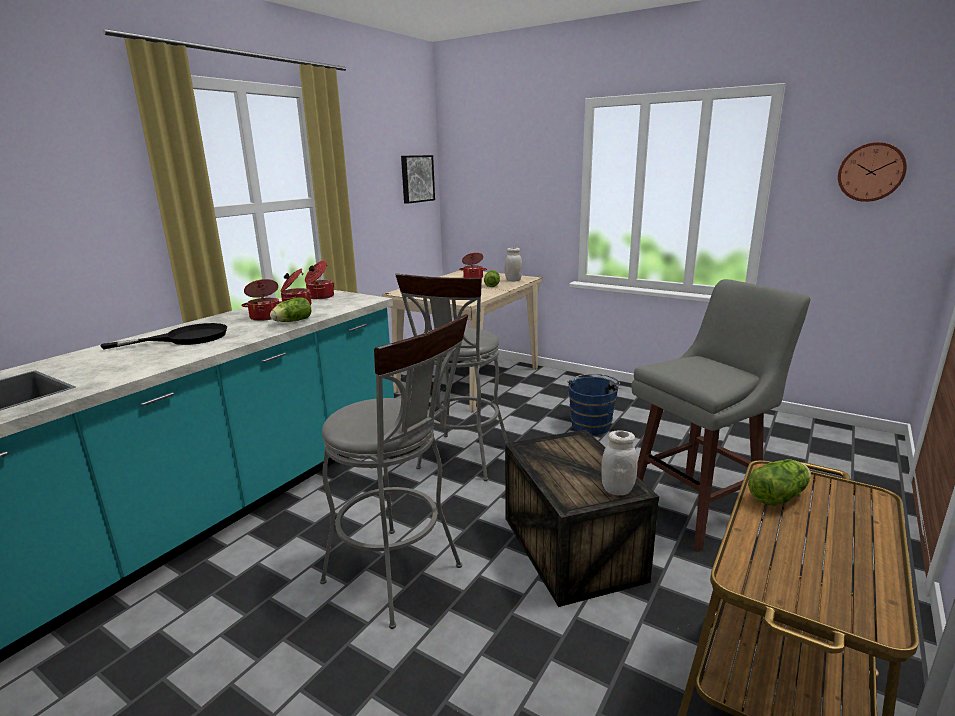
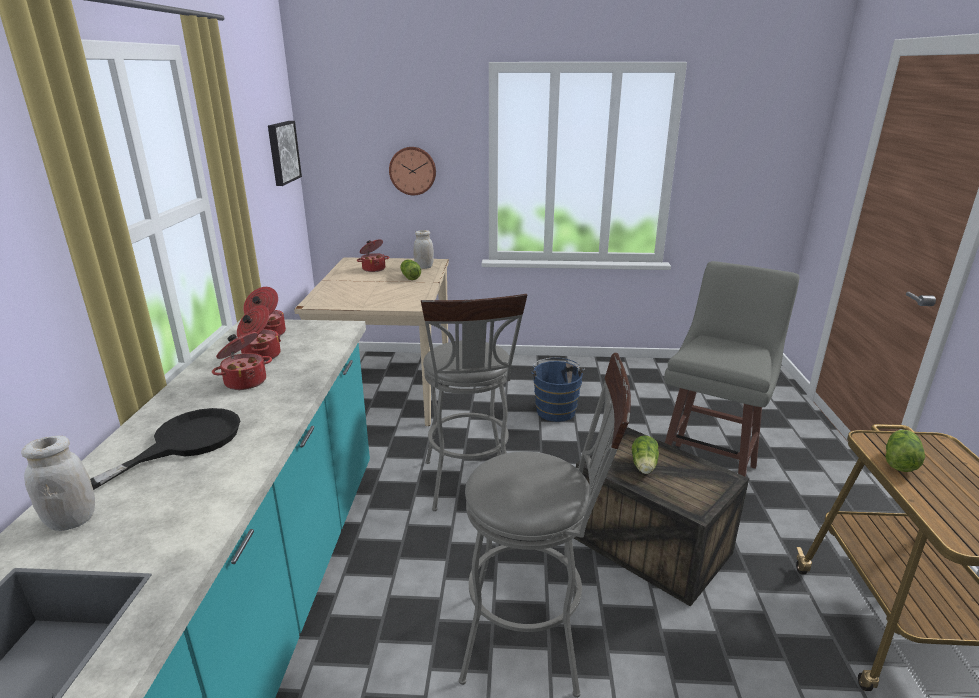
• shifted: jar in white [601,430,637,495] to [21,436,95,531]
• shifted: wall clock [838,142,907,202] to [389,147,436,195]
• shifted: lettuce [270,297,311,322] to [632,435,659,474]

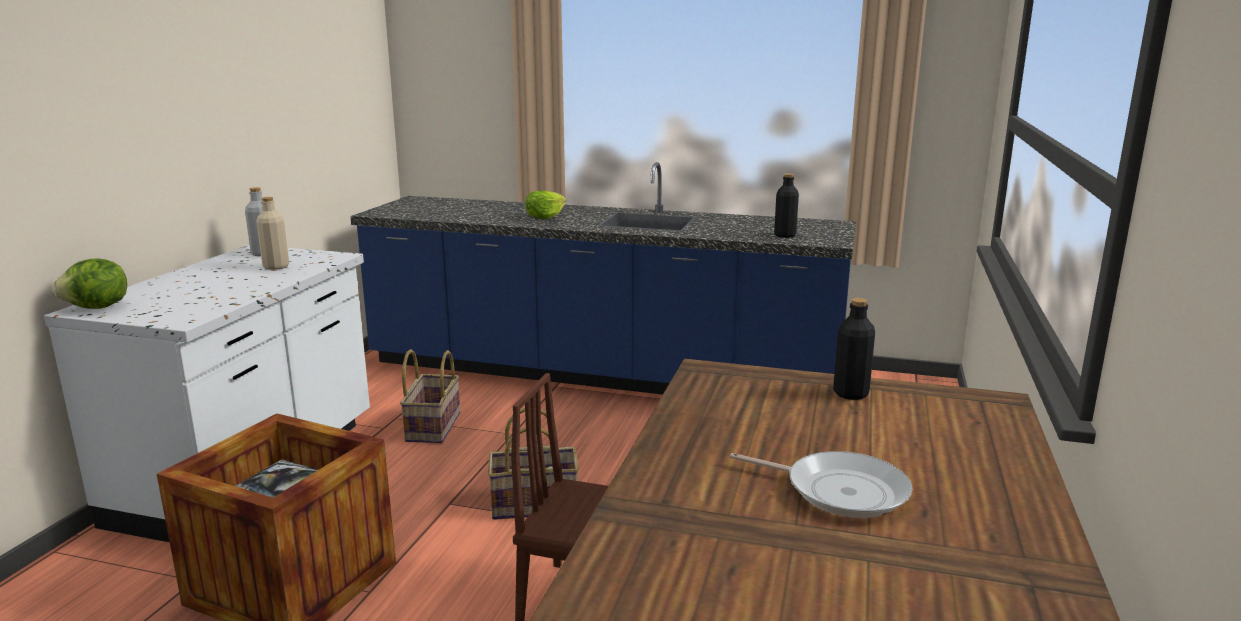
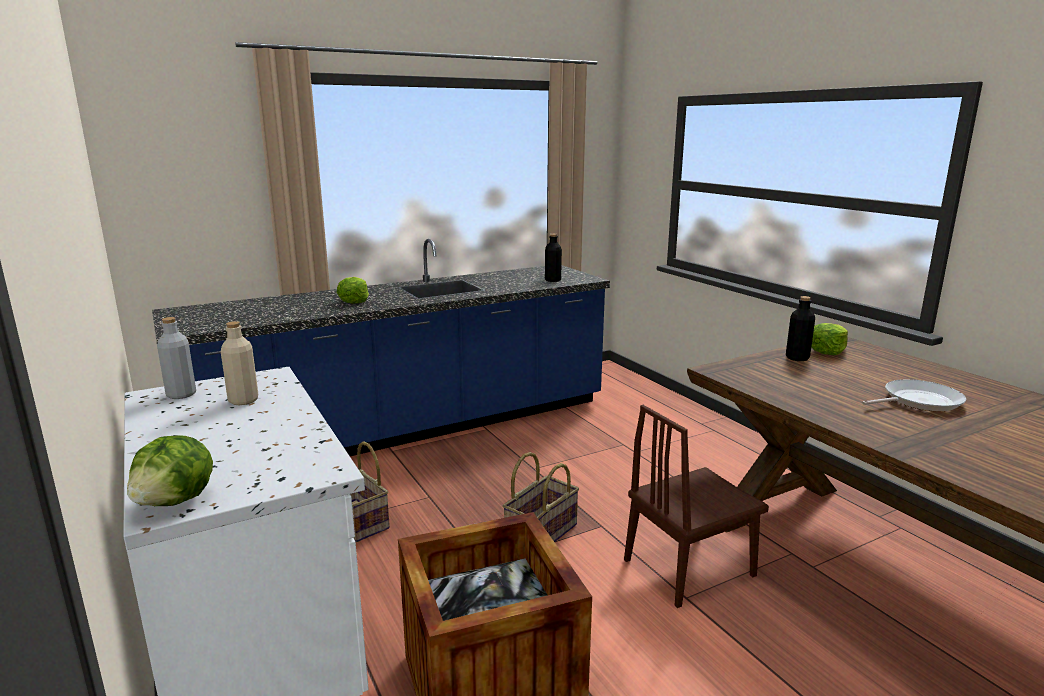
• new: lettuce [811,323,848,355]

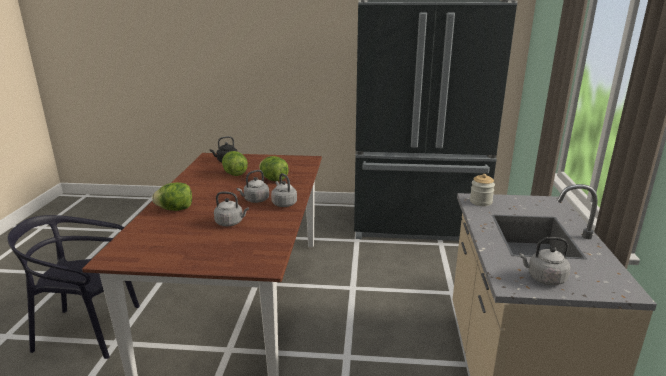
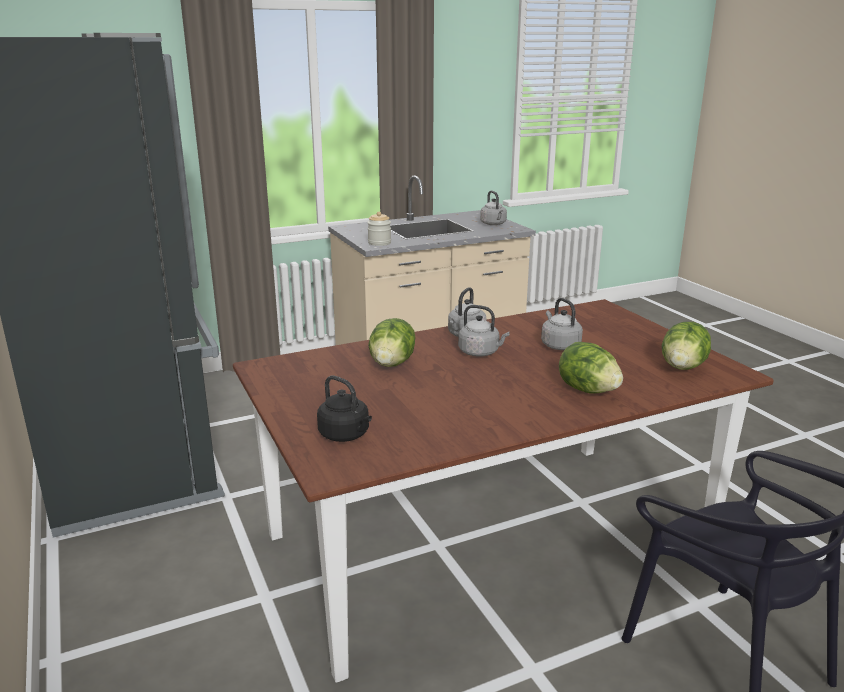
• shifted: lettuce [222,151,248,176] to [662,322,711,370]

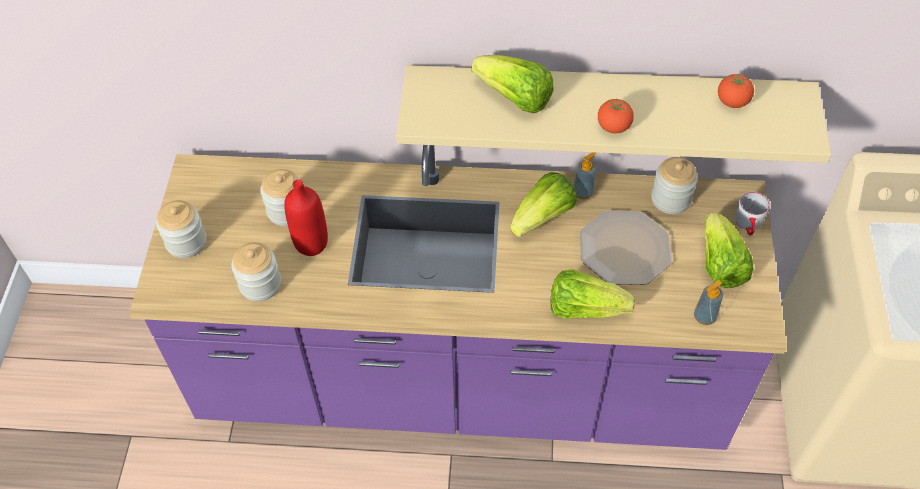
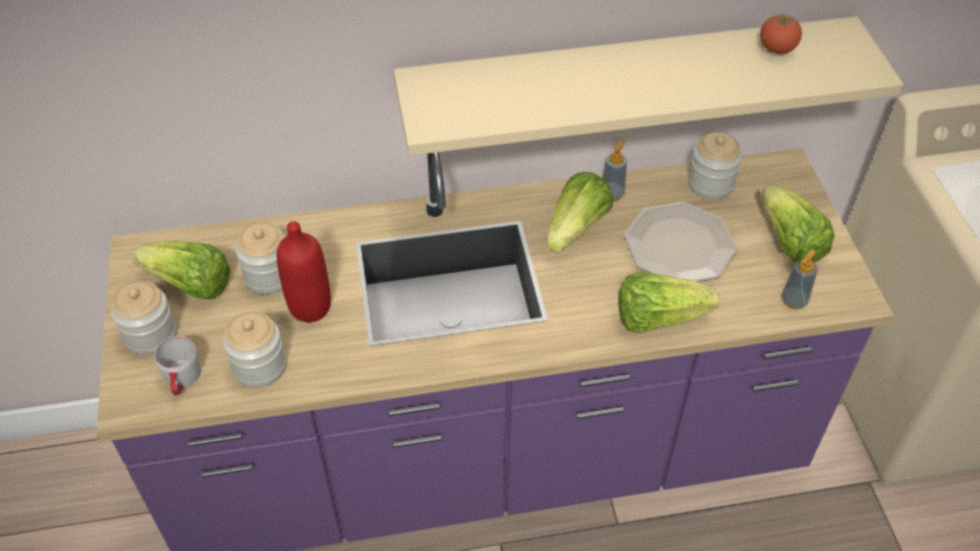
• shifted: lettuce [471,55,554,113] to [132,241,231,299]
• shifted: mug in grey [735,192,770,236] to [154,337,200,396]
• gone: tomato [598,99,634,133]

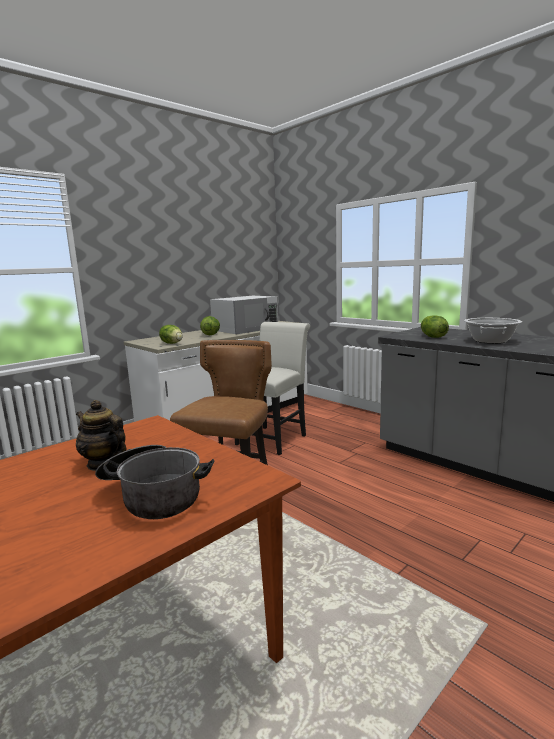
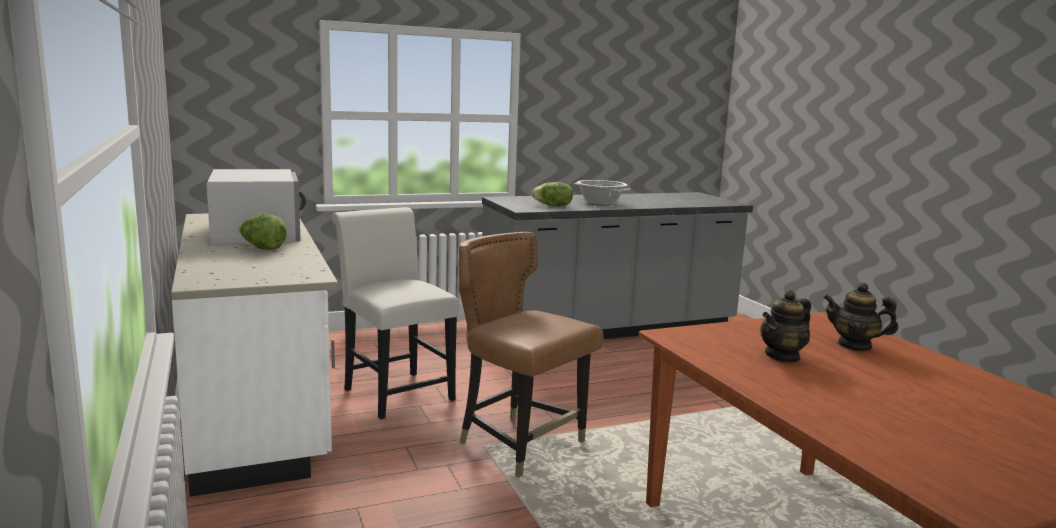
• swapped: cooking pot [95,445,215,519] to teapot [823,283,898,351]
• gone: lettuce [159,325,183,344]

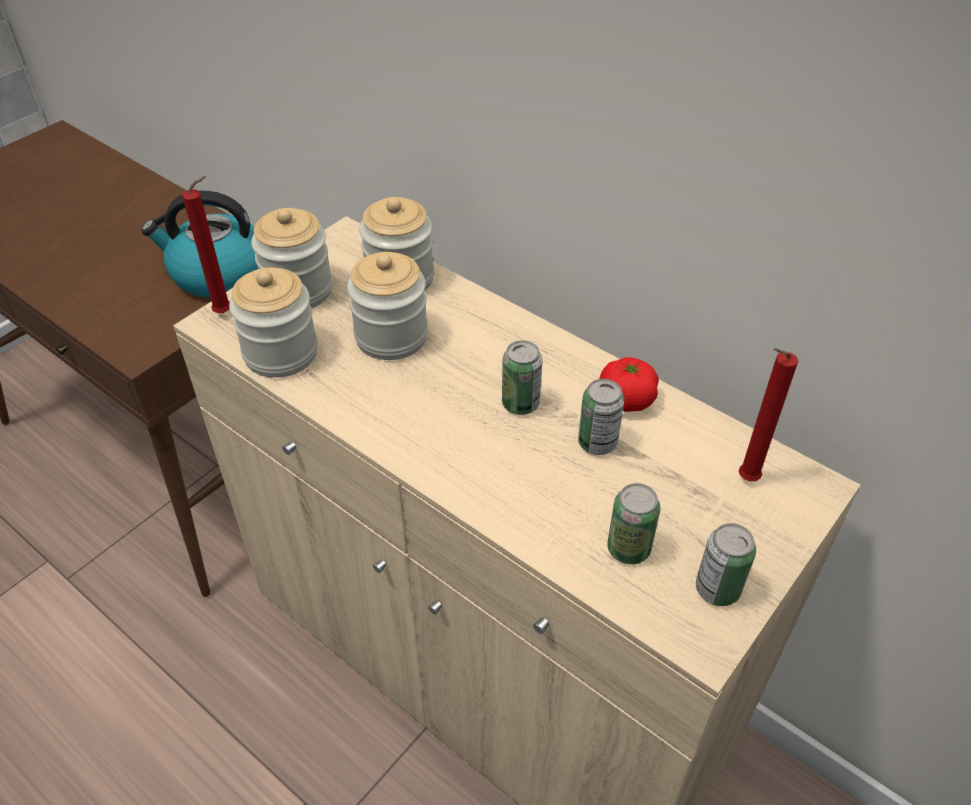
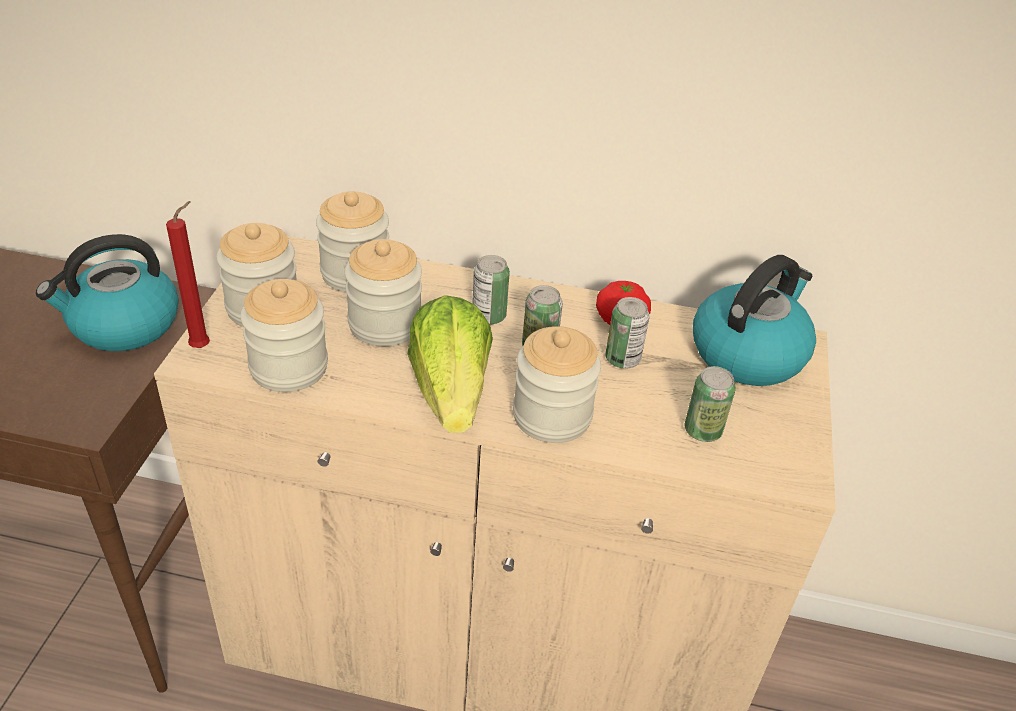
• new: lettuce [407,295,493,433]
• shifted: can [696,523,756,606] to [472,255,510,325]
• new: jar [513,326,601,443]
• swapped: candle in red [738,348,798,481] to kettle [693,255,816,386]

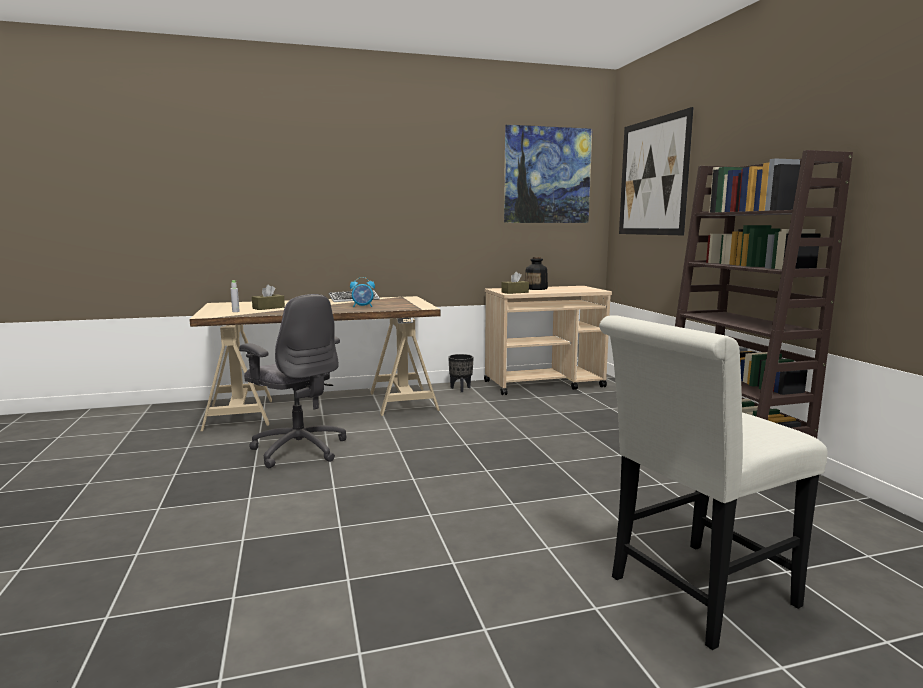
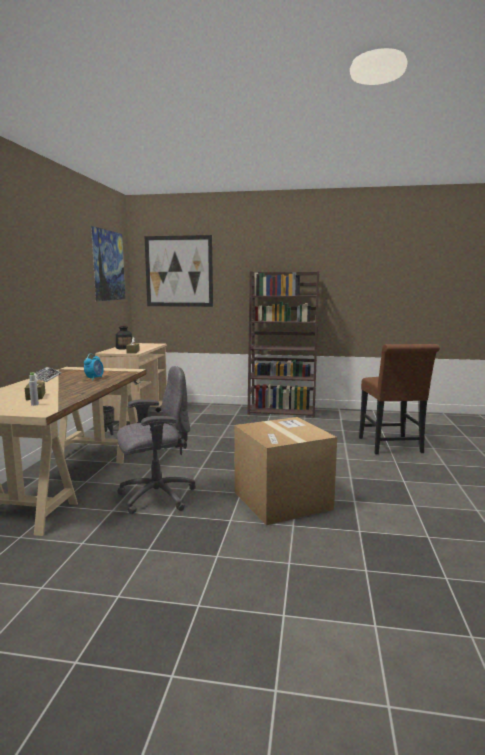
• new: cardboard box [234,417,337,525]
• repainted: chair in white [599,315,828,650] to chair in brown [359,344,440,454]

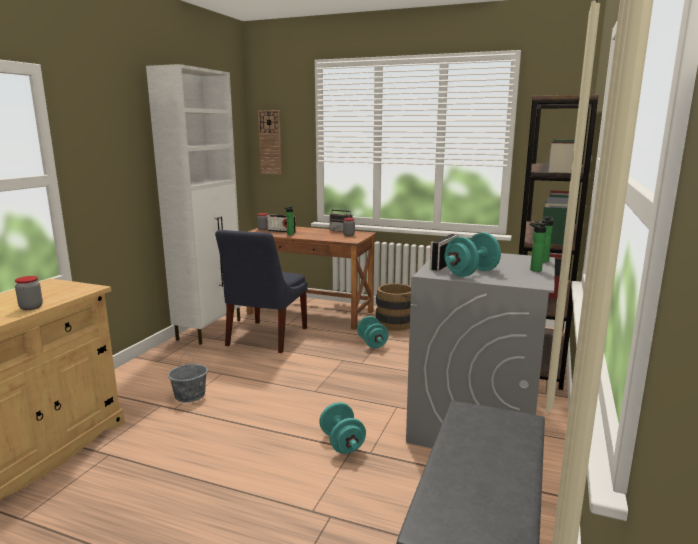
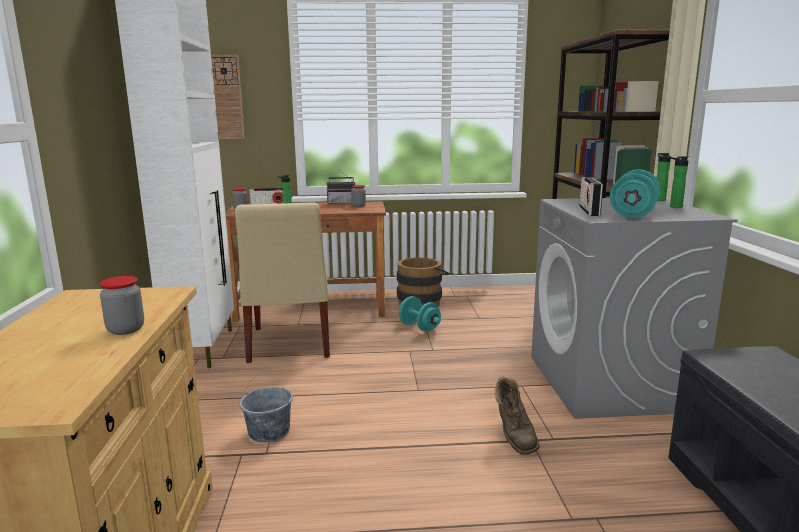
• repainted: chair in blue [215,230,308,353] to chair in beige [235,202,330,363]
• swapped: dumbbell in turquoise [319,402,366,454] to boot in brown [495,376,540,455]

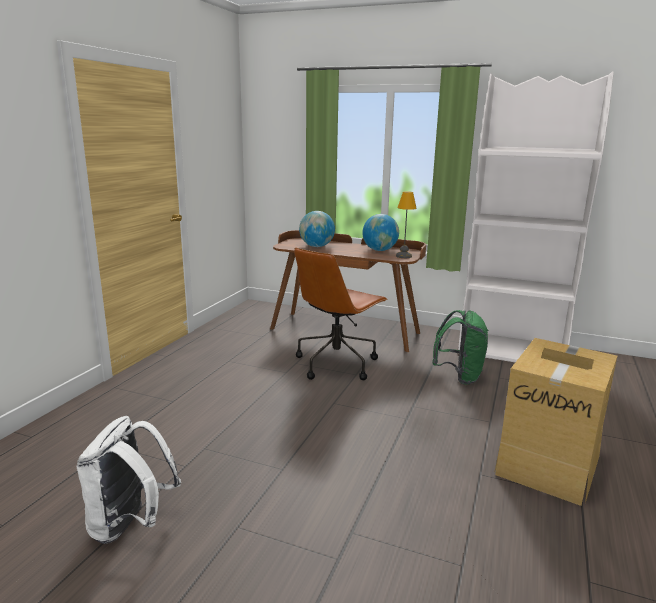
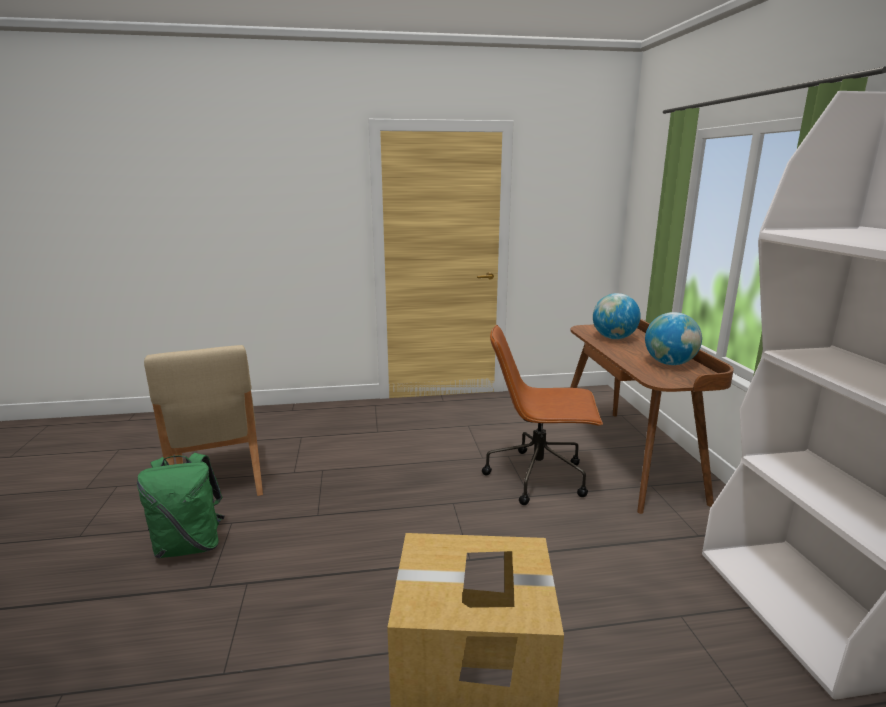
• shifted: backpack in green [432,310,488,384] to [137,453,224,558]
• swapped: backpack in white [76,416,181,544] to chair in beige [144,345,263,496]
• gone: table lamp [396,191,417,258]

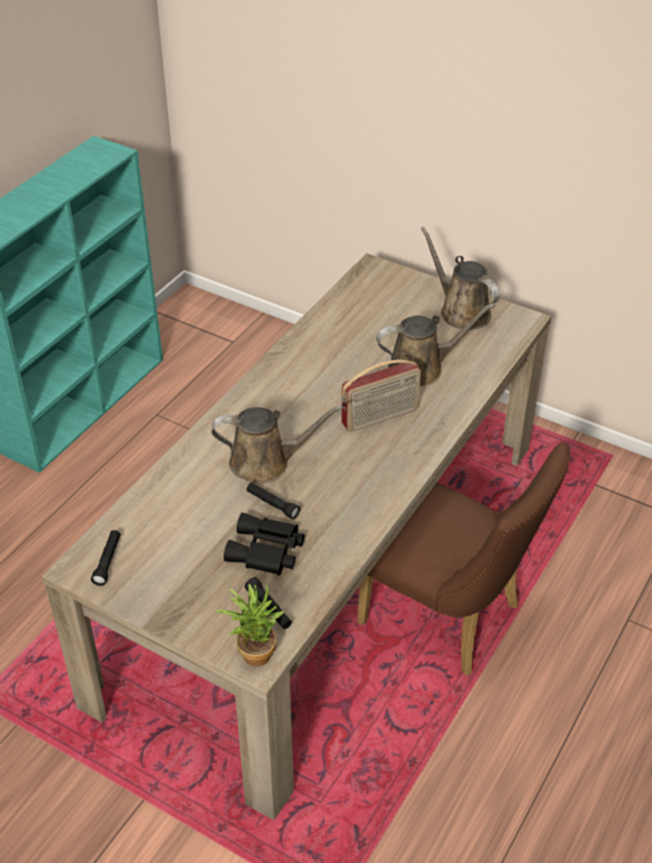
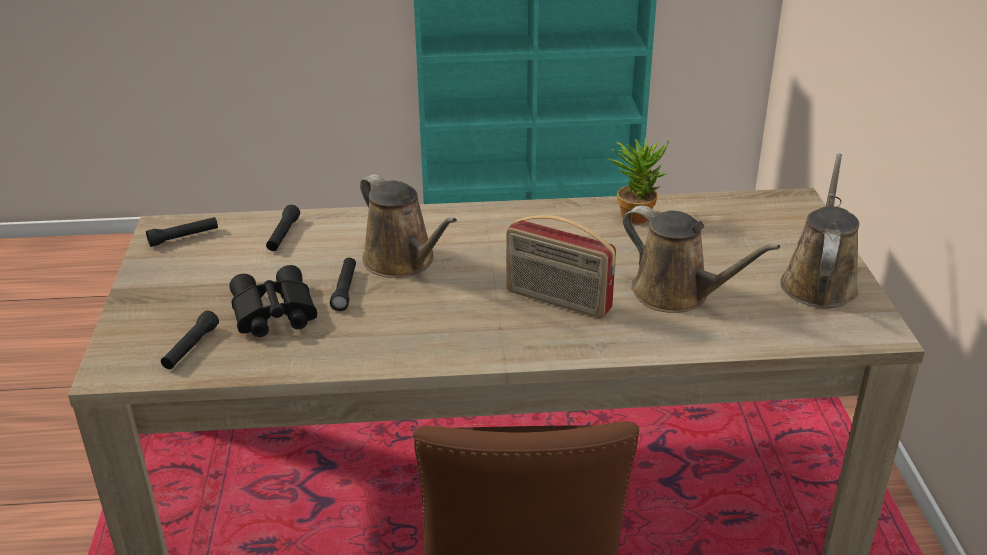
• new: flashlight in black [266,205,300,251]
• shifted: potted plant [216,583,284,667] to [609,137,669,224]

